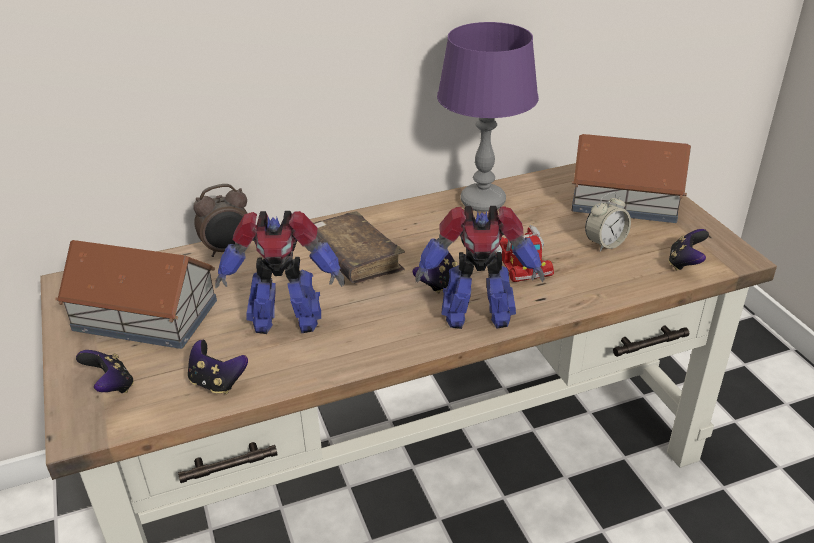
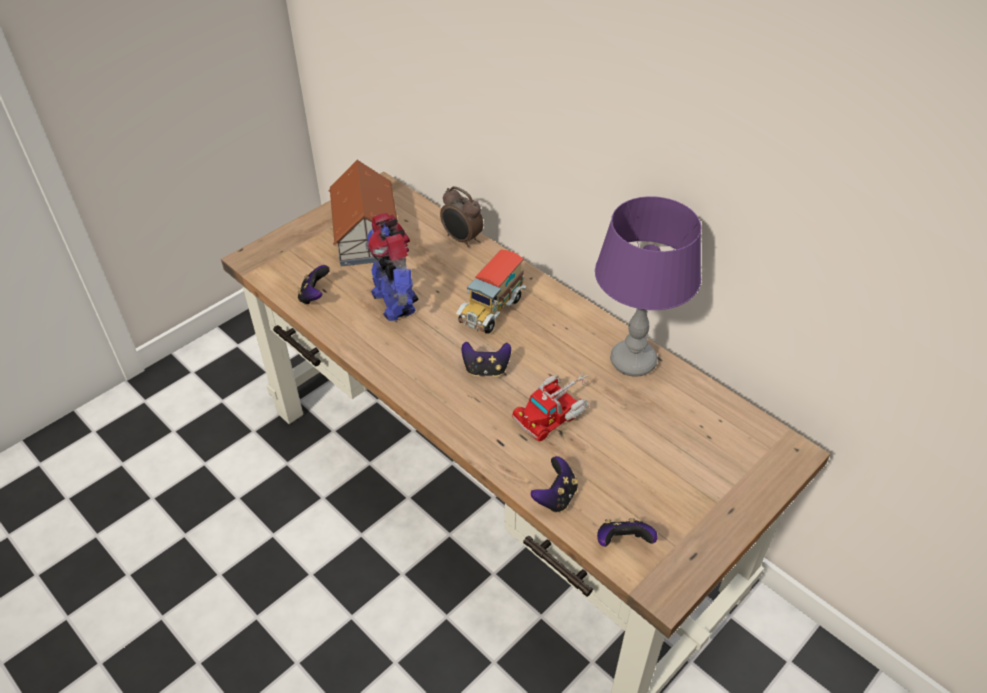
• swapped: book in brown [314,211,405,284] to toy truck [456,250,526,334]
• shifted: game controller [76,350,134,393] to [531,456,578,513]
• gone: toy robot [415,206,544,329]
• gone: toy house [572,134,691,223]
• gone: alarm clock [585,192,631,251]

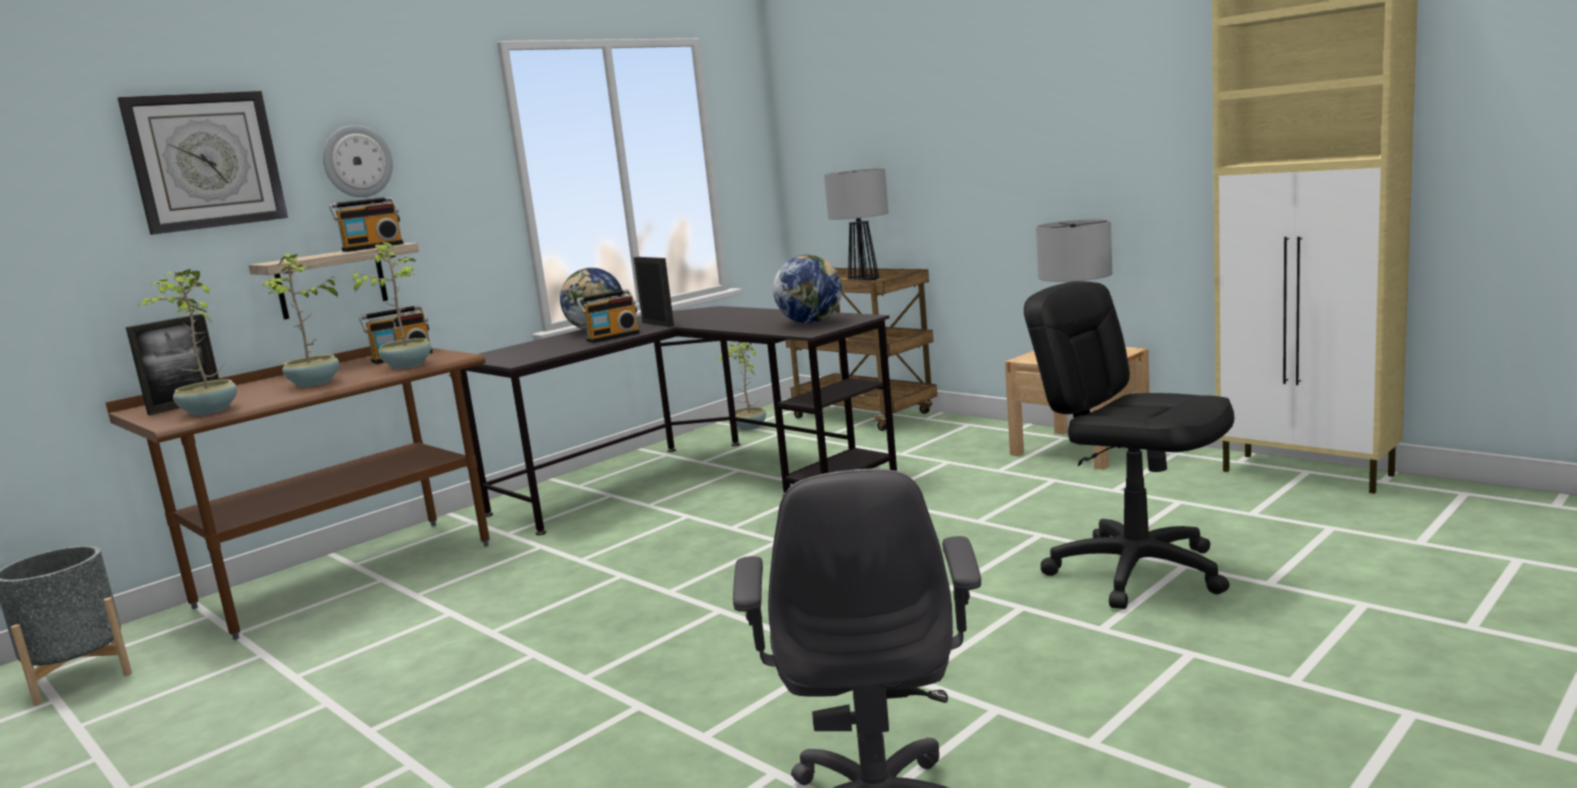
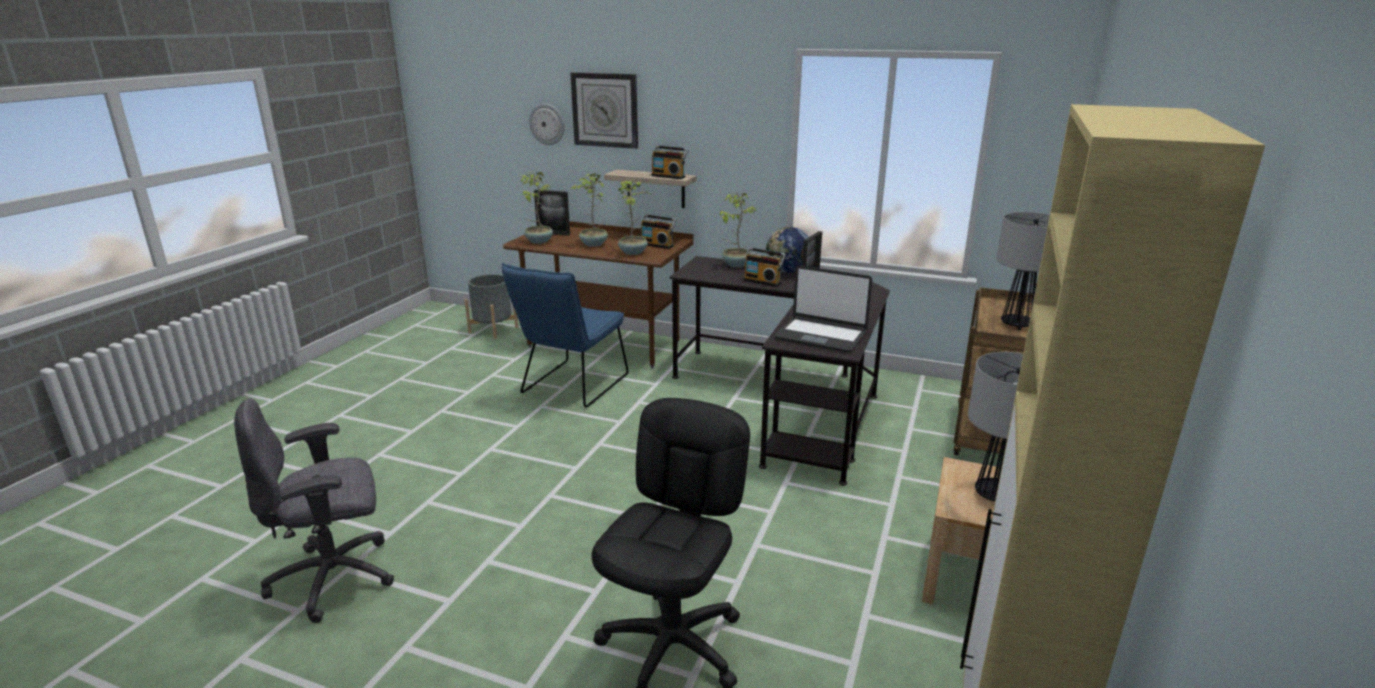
• new: chair in blue [502,263,628,408]
• shifted: wall clock [323,125,393,197] to [529,103,565,145]
• shifted: potted plant [717,341,766,430] to [720,192,757,267]
• swapped: globe [773,255,842,323] to laptop [774,265,872,352]

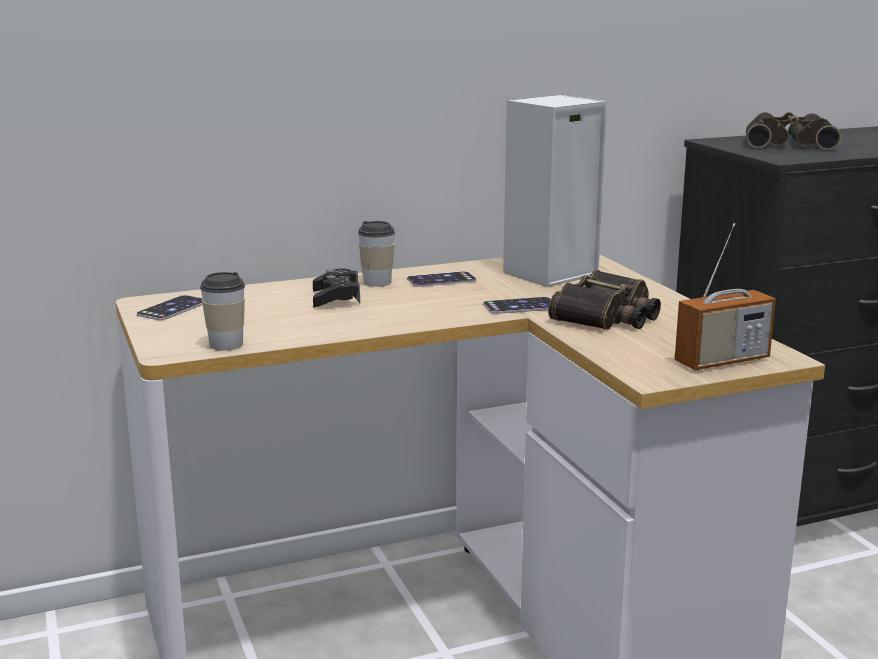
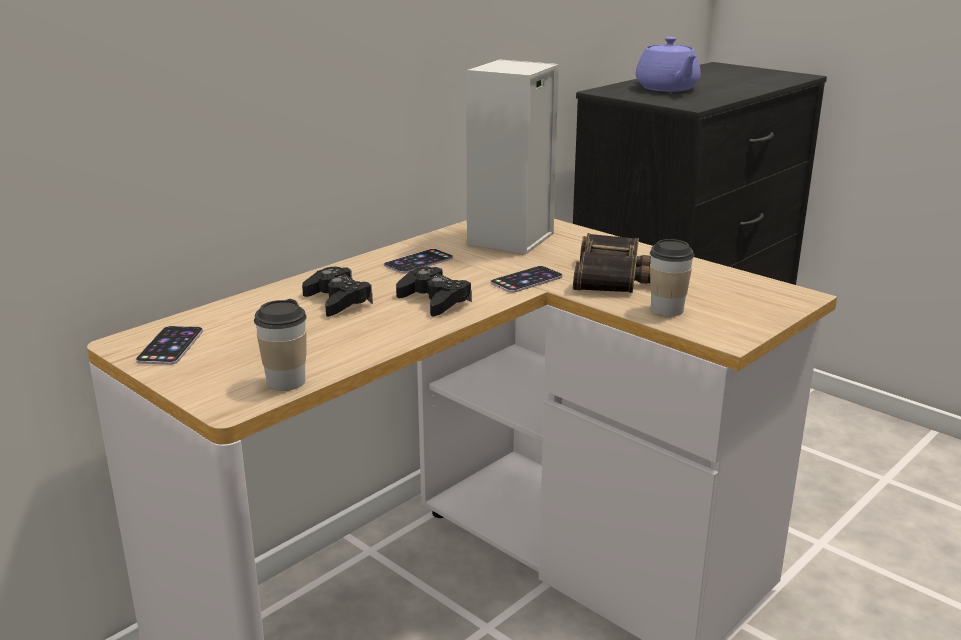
• new: game controller in black [396,267,472,316]
• swapped: binoculars [746,112,841,150] to teapot in purple [636,37,701,92]
• shifted: cup [358,221,395,287] to [650,239,694,316]
• gone: radio [675,223,776,370]

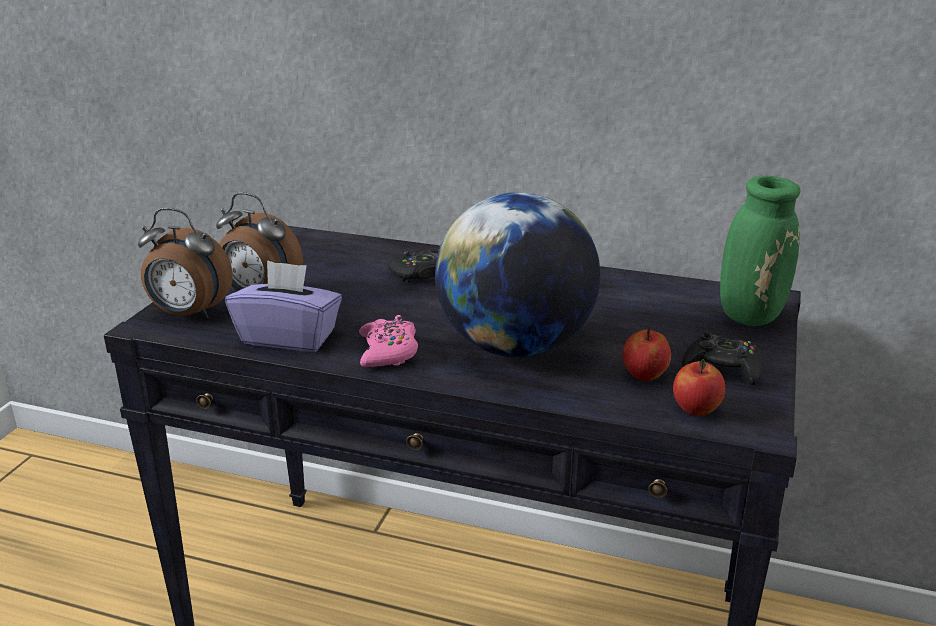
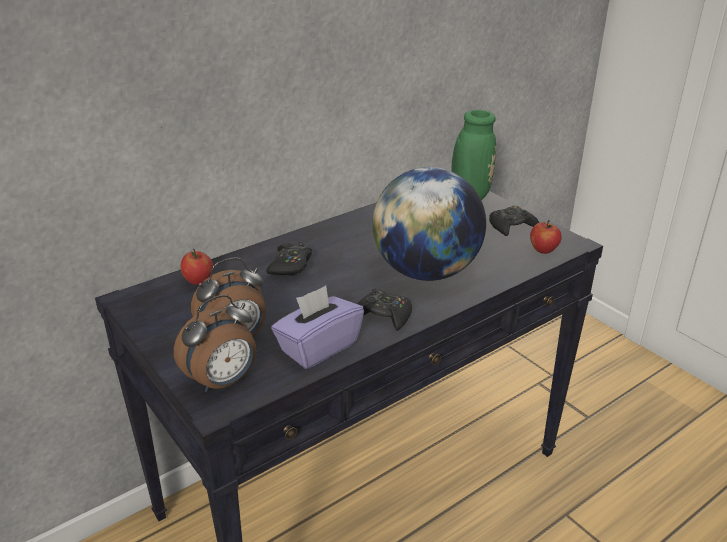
• shifted: apple [623,325,671,381] to [180,249,213,285]
• repainted: game controller in pink [359,315,418,367] to game controller in black [357,288,412,331]

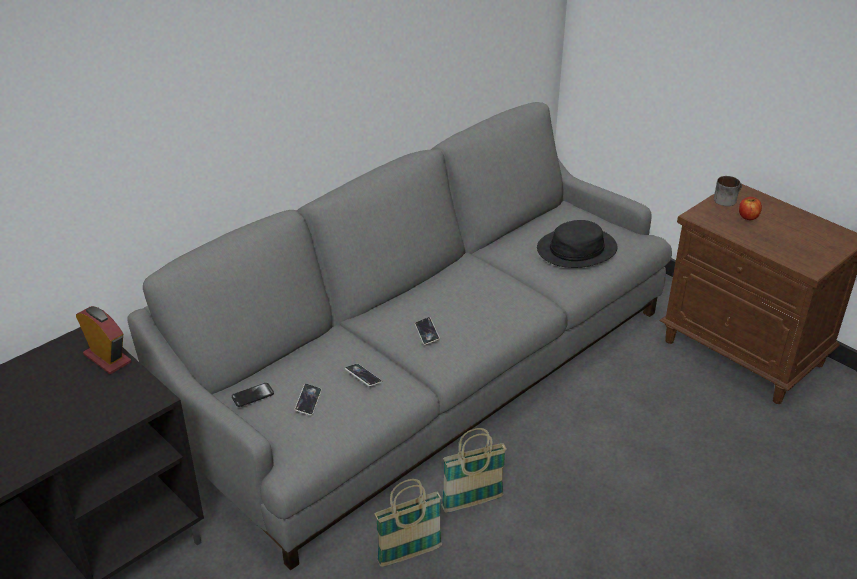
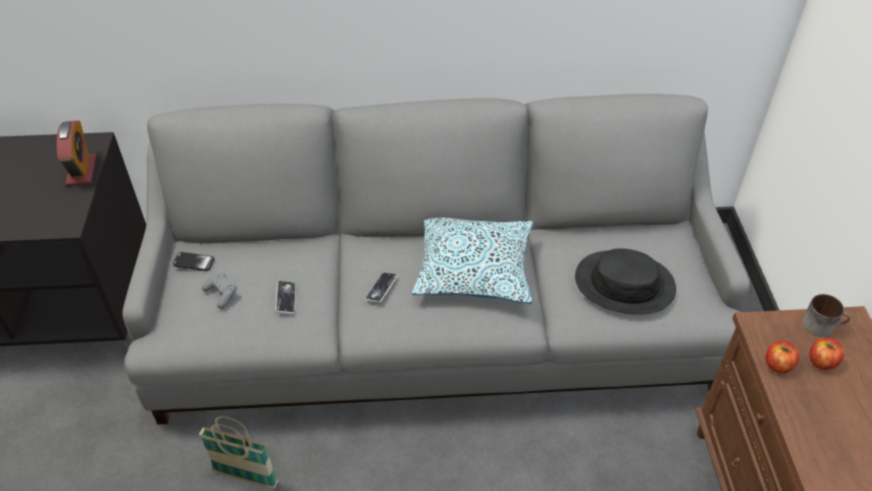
• swapped: phone [295,384,322,416] to game controller in grey [202,273,237,309]
• new: pillow [412,218,533,304]
• new: apple [766,341,799,374]
• gone: basket [441,428,507,513]

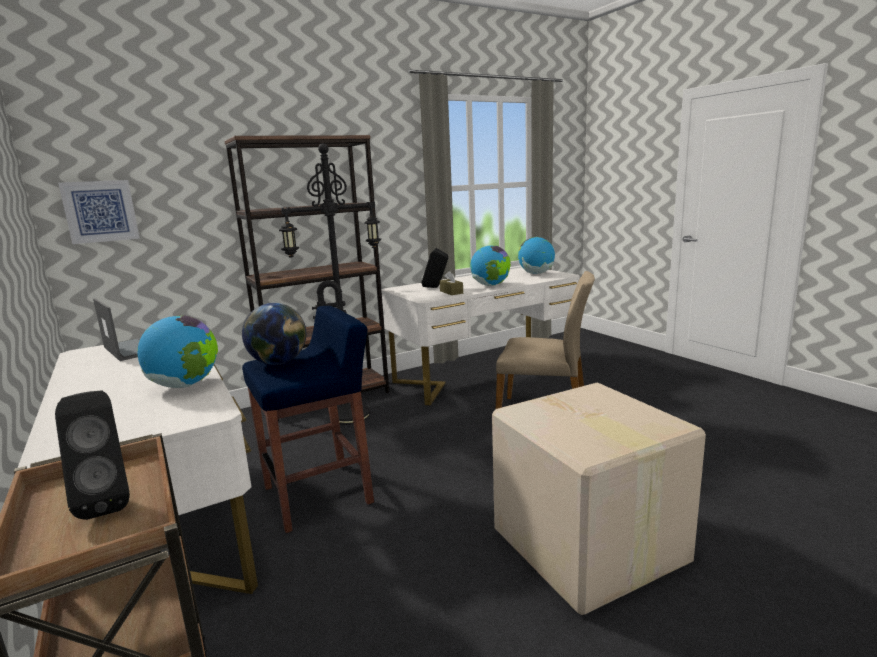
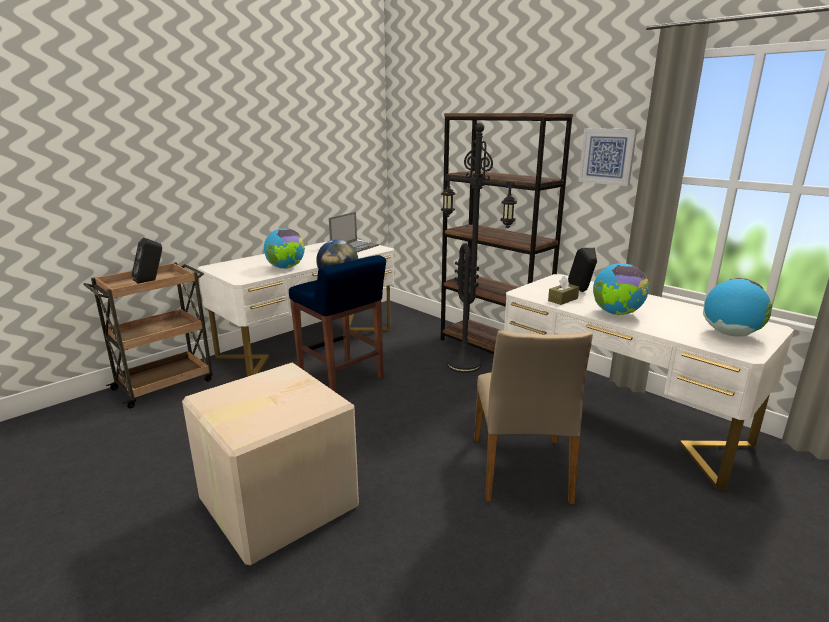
• shifted: picture [58,180,140,244] to [579,128,637,186]

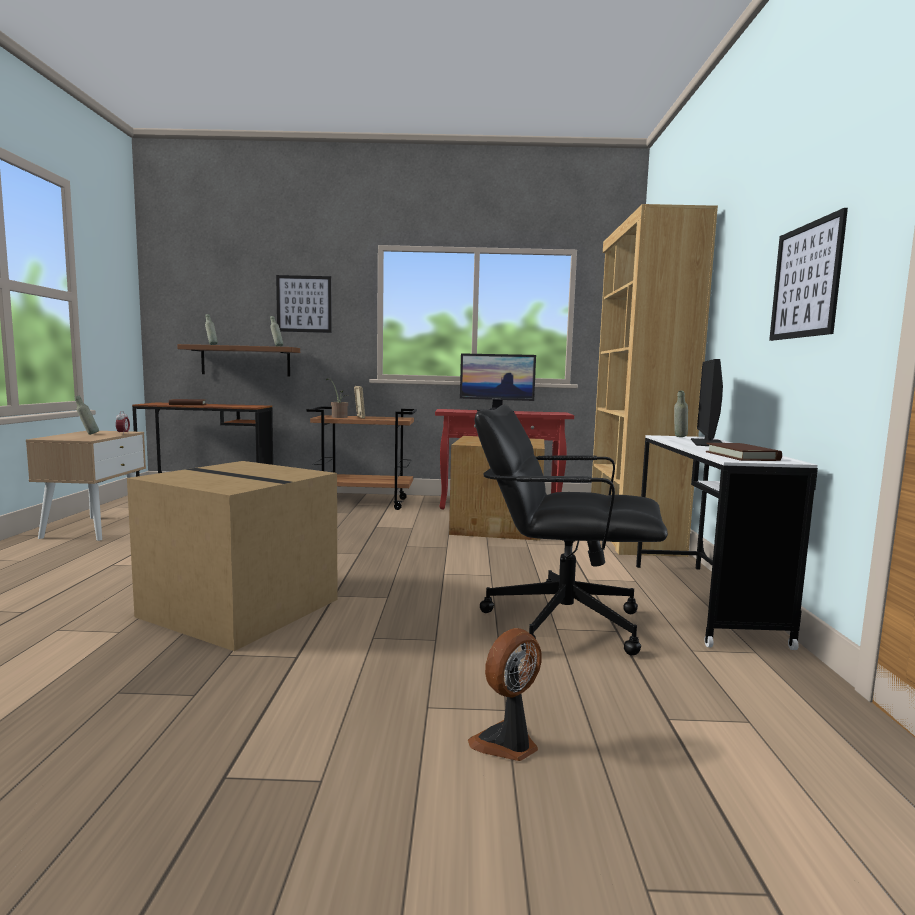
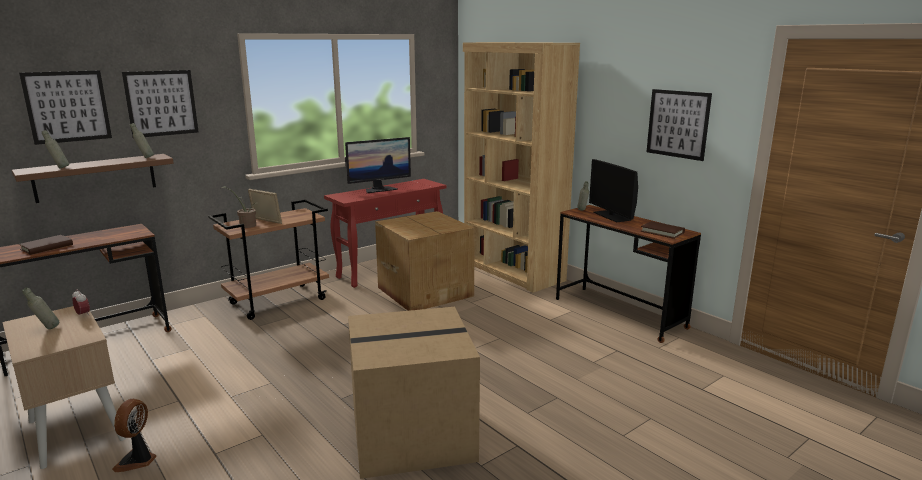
• new: picture [19,70,112,145]
• shifted: fan [468,628,542,761] to [112,399,157,472]
• repainted: desk in white [636,435,818,650] to desk in brown [556,205,701,343]
• gone: office chair in black [474,405,668,656]

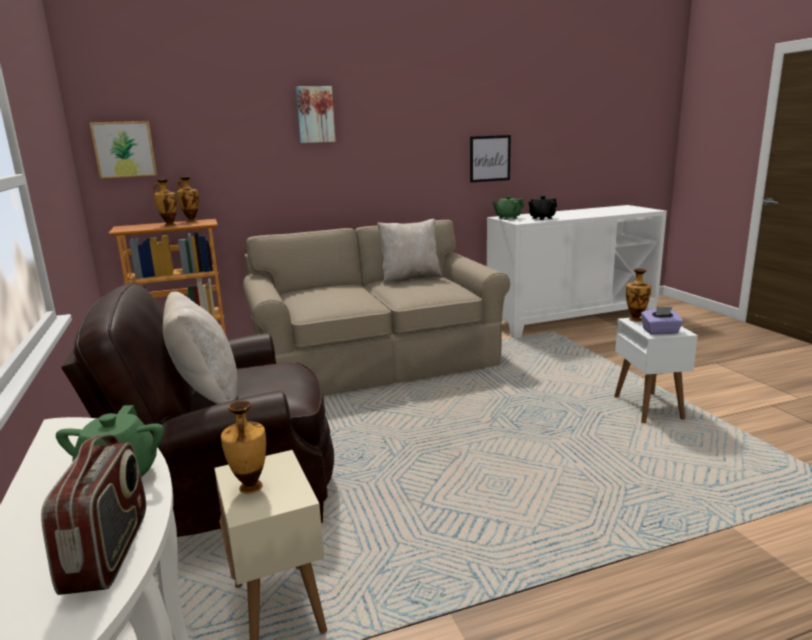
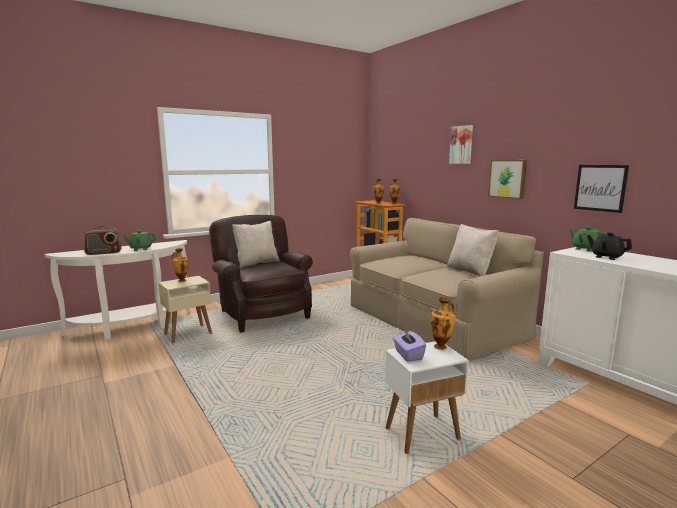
• shifted: picture [90,121,157,179] to [488,160,527,199]

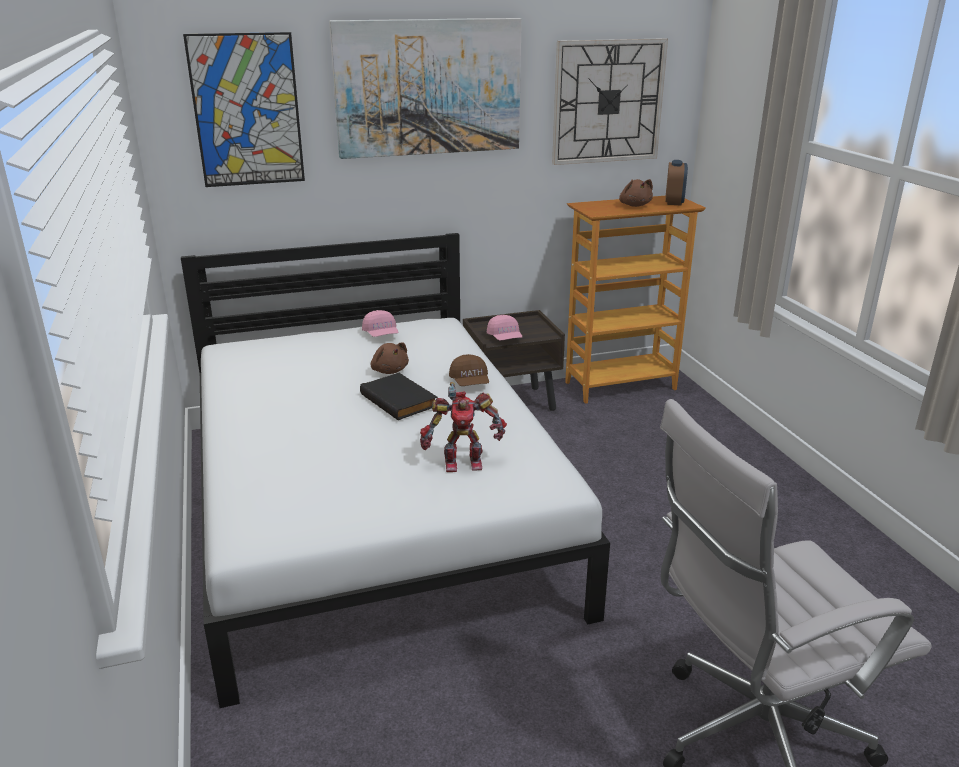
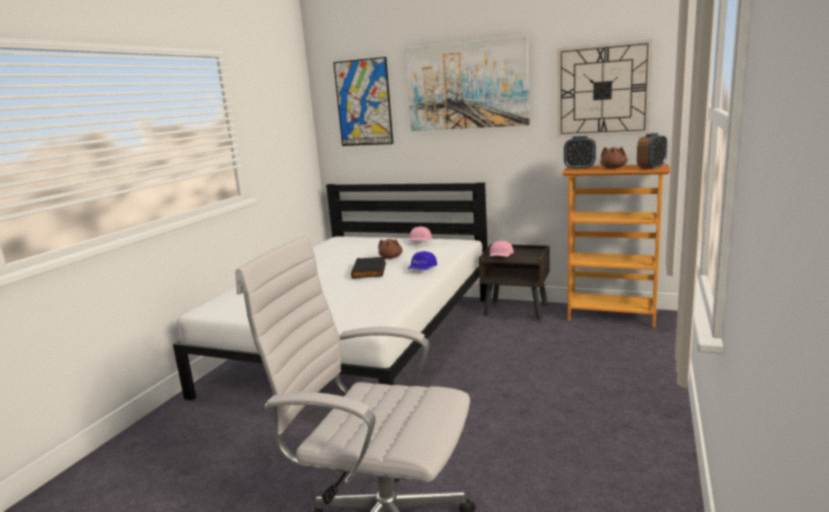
• repainted: cap in brown [449,354,489,386] to cap in blue [408,251,437,270]
• new: alarm clock [564,136,596,170]
• gone: toy robot [420,382,507,472]

